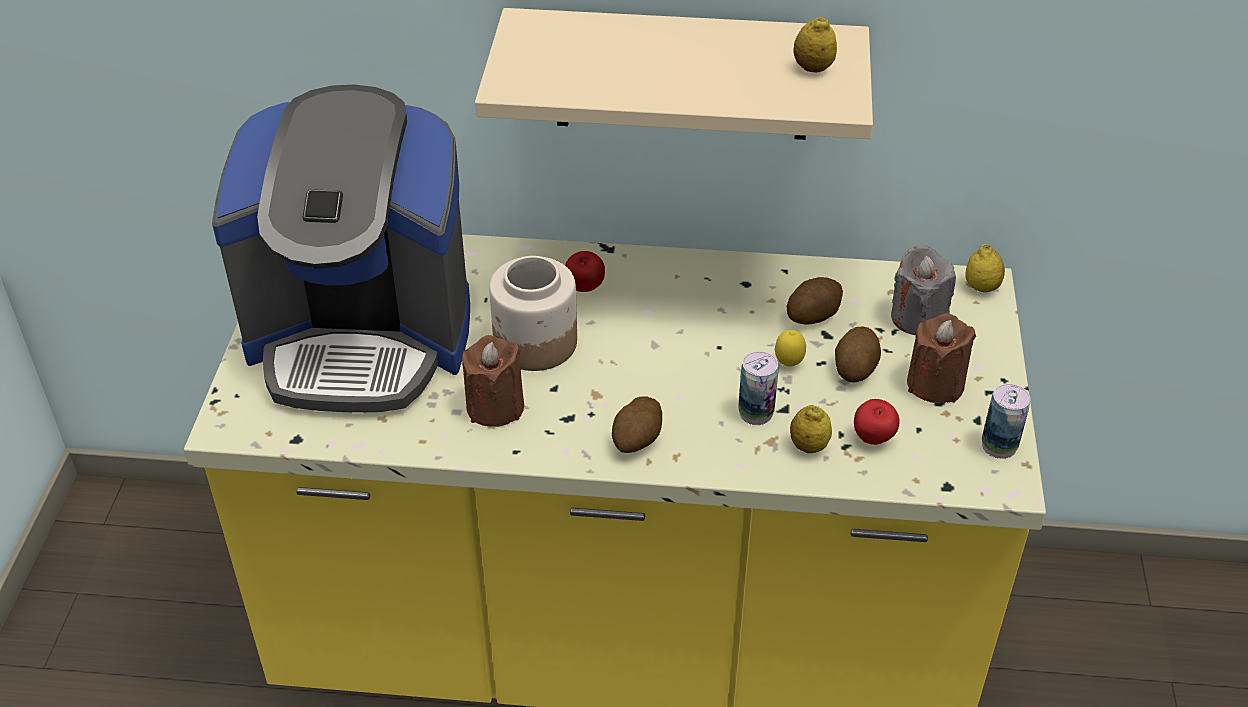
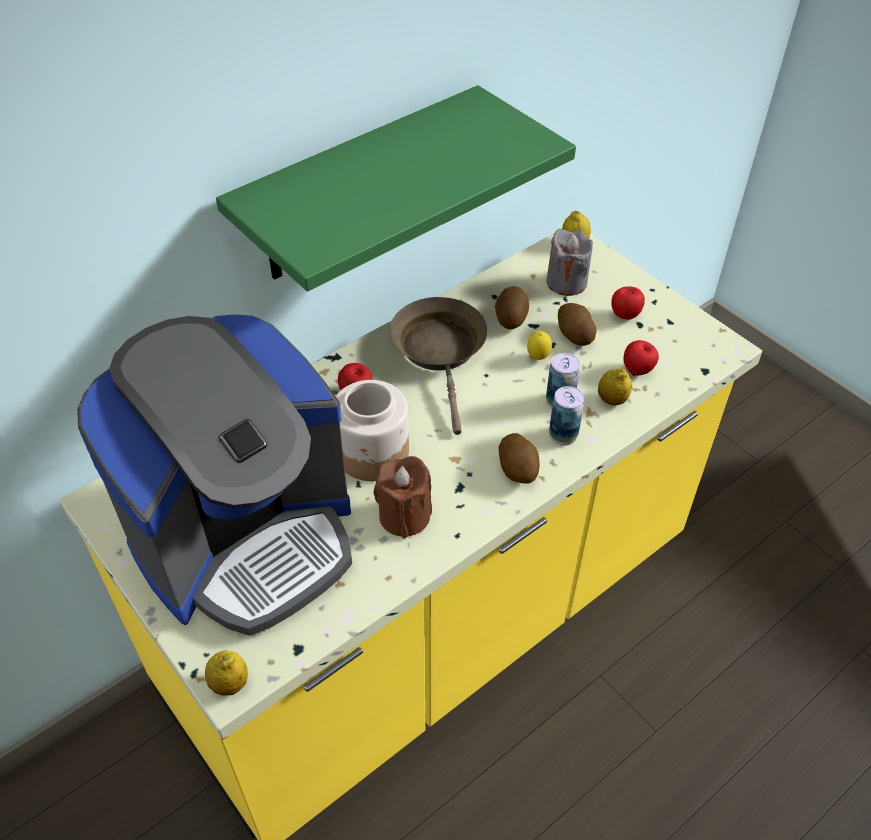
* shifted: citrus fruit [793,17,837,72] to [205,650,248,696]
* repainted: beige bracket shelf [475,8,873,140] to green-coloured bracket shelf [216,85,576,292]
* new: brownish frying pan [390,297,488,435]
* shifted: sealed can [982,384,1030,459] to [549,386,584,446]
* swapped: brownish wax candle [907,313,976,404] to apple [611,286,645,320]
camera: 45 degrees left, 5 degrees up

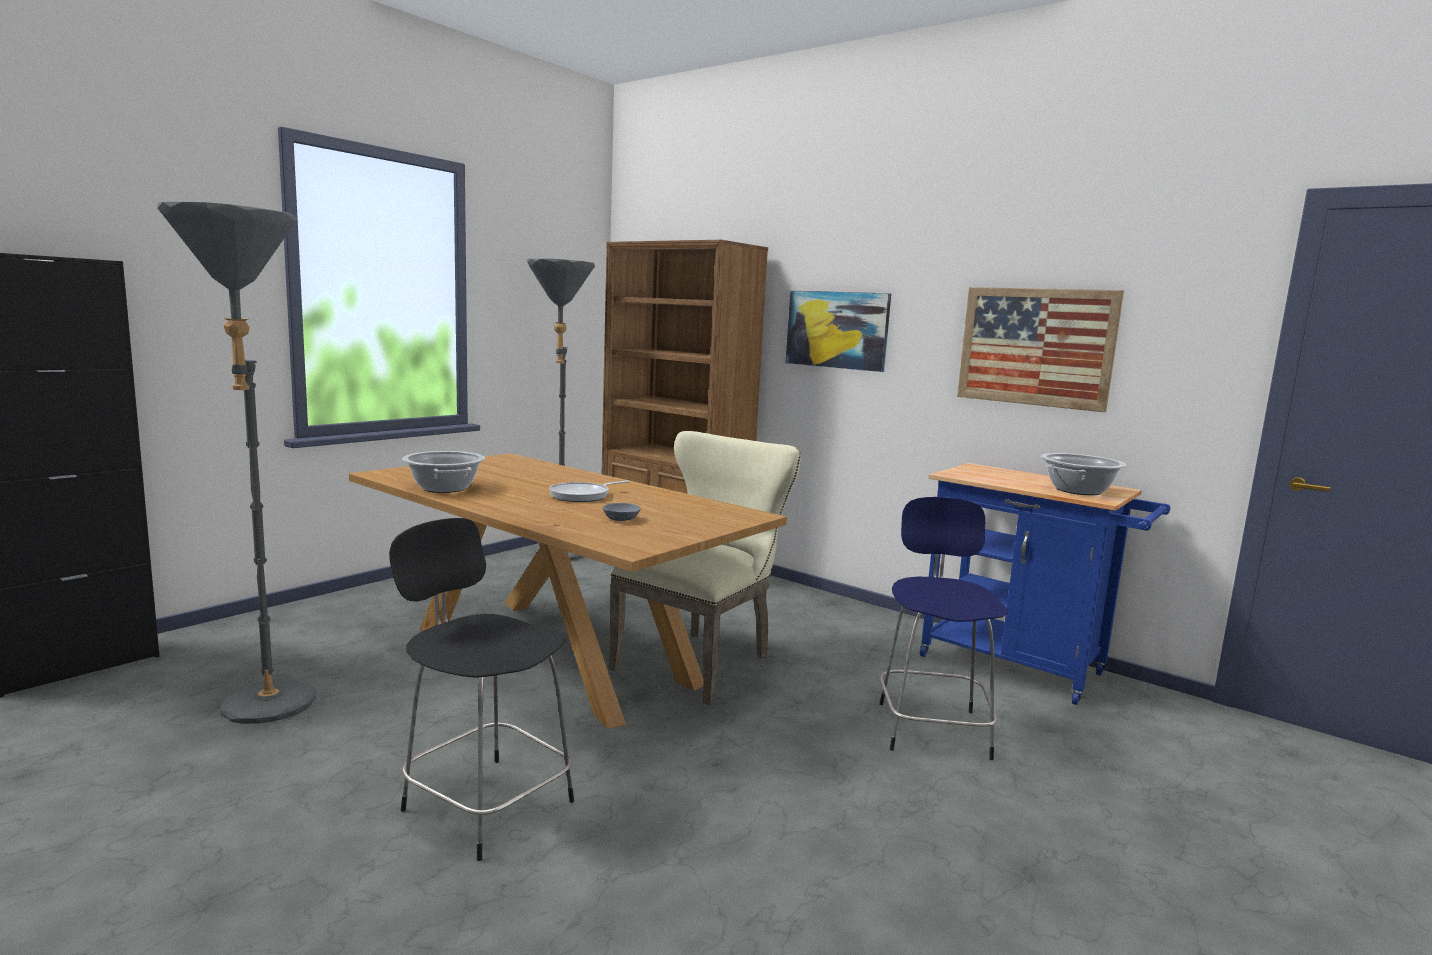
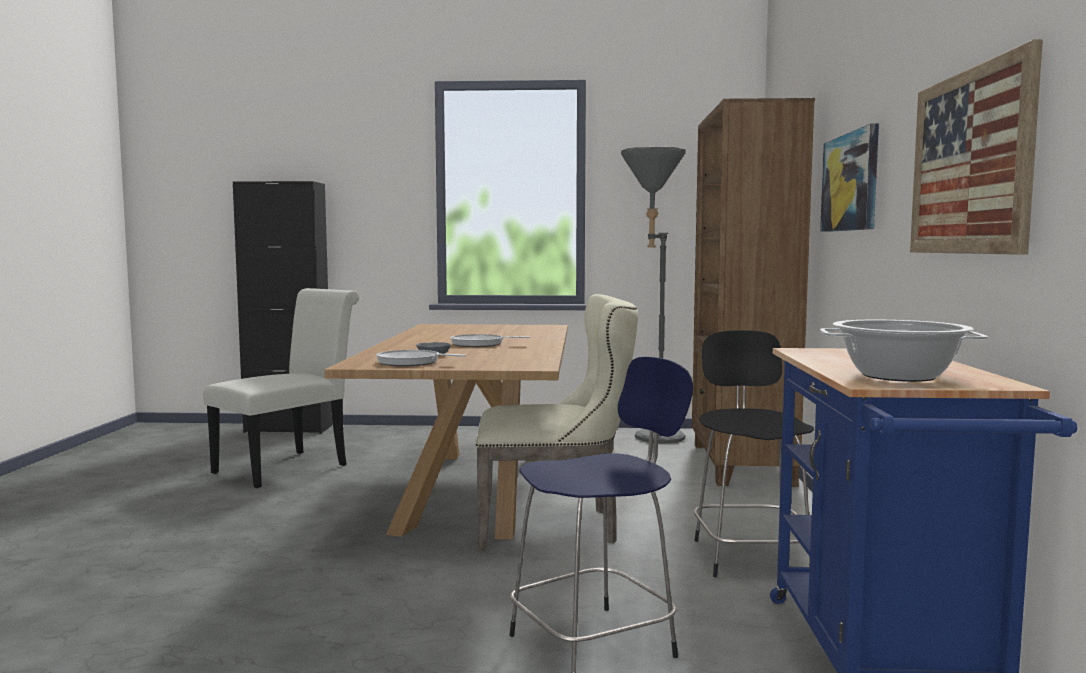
* swapped: grey standard lamp [157,201,316,724] to white-coloured chair [203,288,359,488]
* new: frying pan [376,350,466,366]
* shifted: black stool seat [389,518,574,861] to [694,330,814,577]
* gone: stockpot [402,451,485,493]
camera: 55 degrees right, 5 degrees down

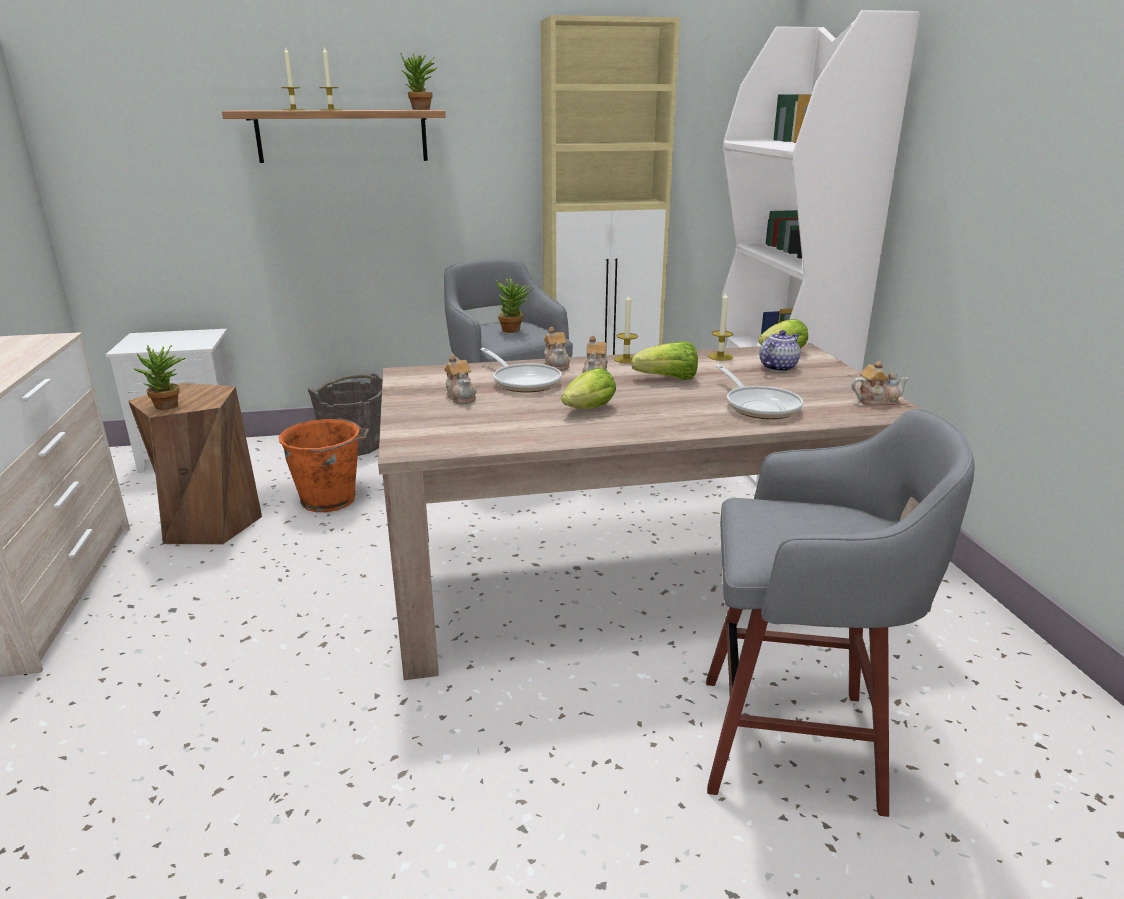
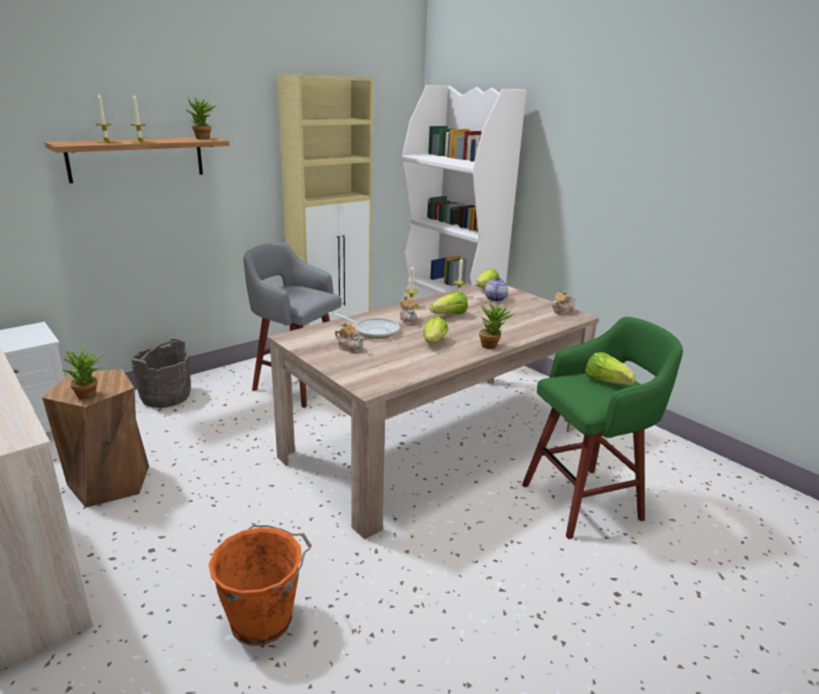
* shifted: orange-coloured bucket [279,418,369,512] to [209,525,312,646]
* shifted: potted plant [496,278,535,333] to [479,301,513,349]
* repainted: grey stool seat [706,408,975,817] to green-coloured stool seat [522,317,683,539]
* new: lettuce head [585,352,636,385]
* gone: pot for tea [544,327,570,371]
* gone: frying pan [715,365,803,419]
camera: 30 degrees left, 0 degrees up

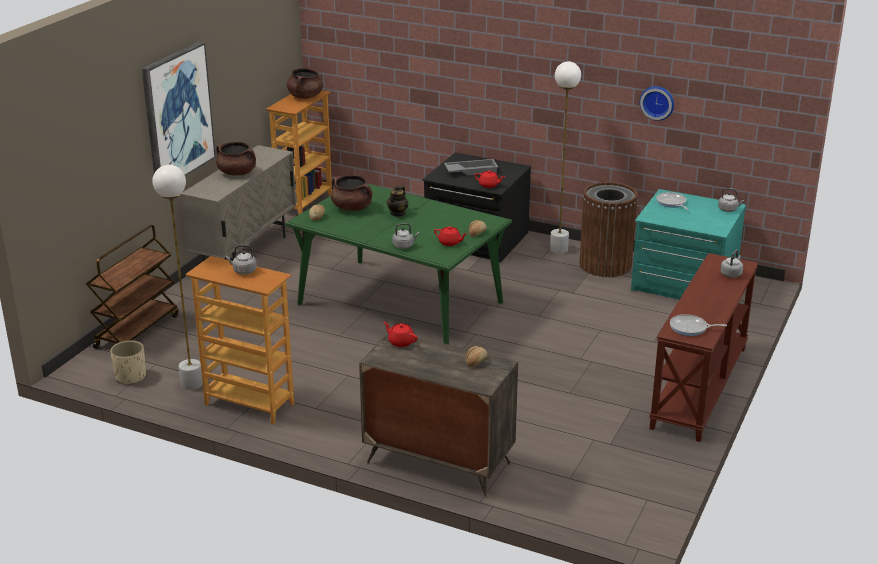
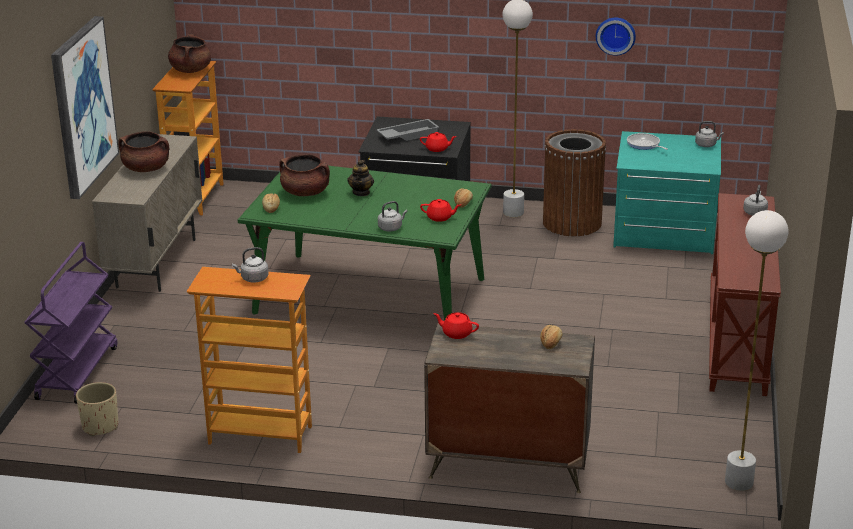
* repainted: brownish wheeled cart [86,225,179,349] to purple-coloured wheeled cart [25,242,117,404]
* shifted: white-coloured standard lamp [152,165,203,390] to [725,210,789,491]
* gone: frying pan [670,314,727,336]
camera: 15 degrees left, 0 degrees up

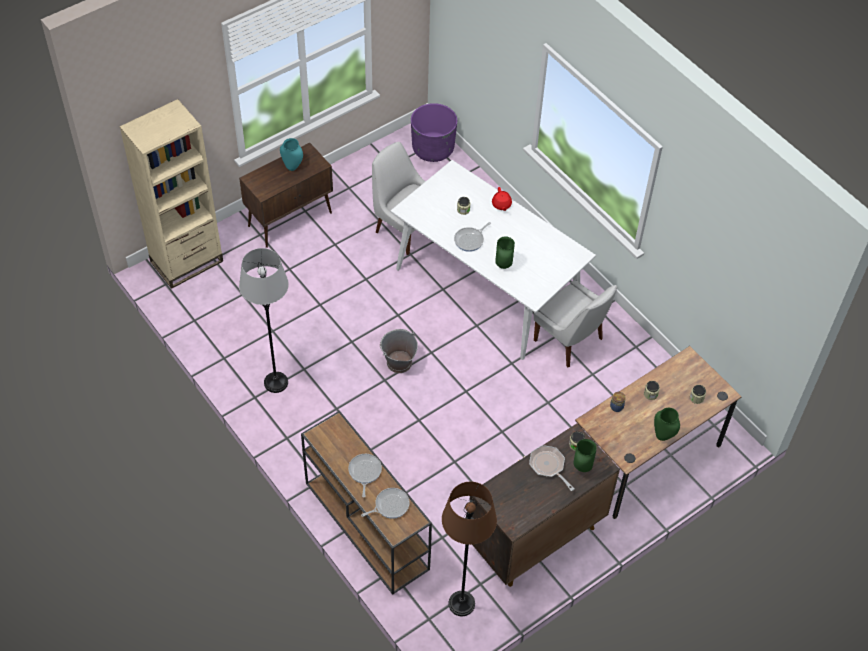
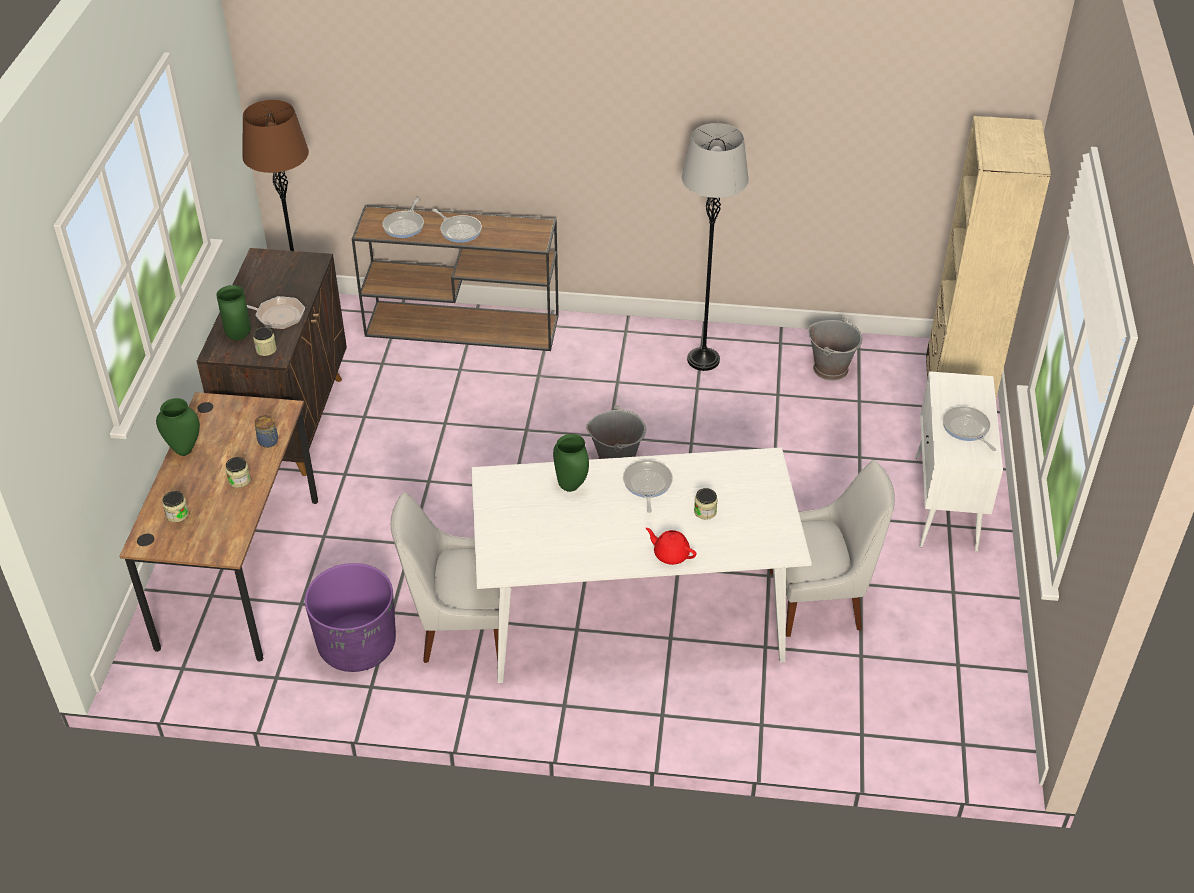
* shifted: purple-coloured plant pot [411,103,457,162] to [305,563,396,672]
* new: grey bucket [808,317,863,381]
* repainted: brownish storage cabinet [239,143,333,248] to white-coloured storage cabinet [915,371,1003,552]
* swapped: turquoise-coloured vase [280,138,303,171] to frying pan [943,406,996,451]
camera: 135 degrees right, 10 degrees down

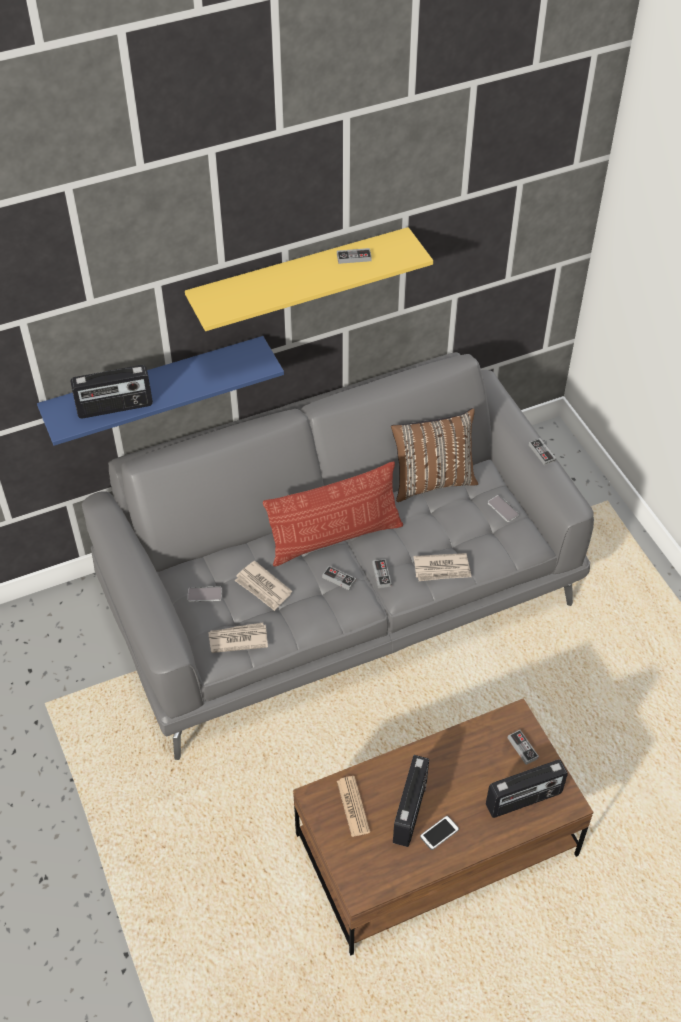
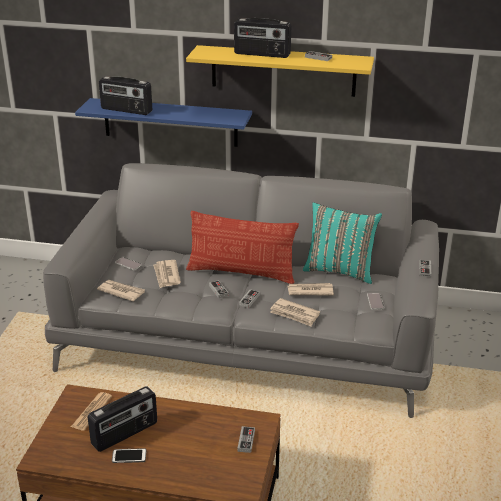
* shifted: radio [486,760,568,818] to [234,18,291,58]
* new: daily paper [287,283,334,295]
* repainted: brownish pillow [391,408,478,502] to turquoise-coloured pillow [303,202,382,284]
camera: 35 degrees right, 20 degrees down

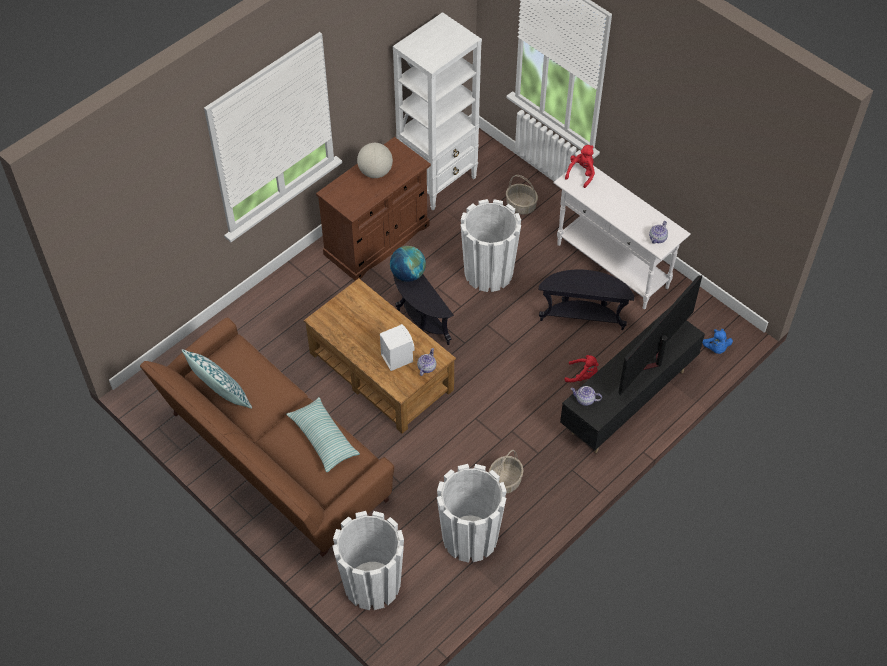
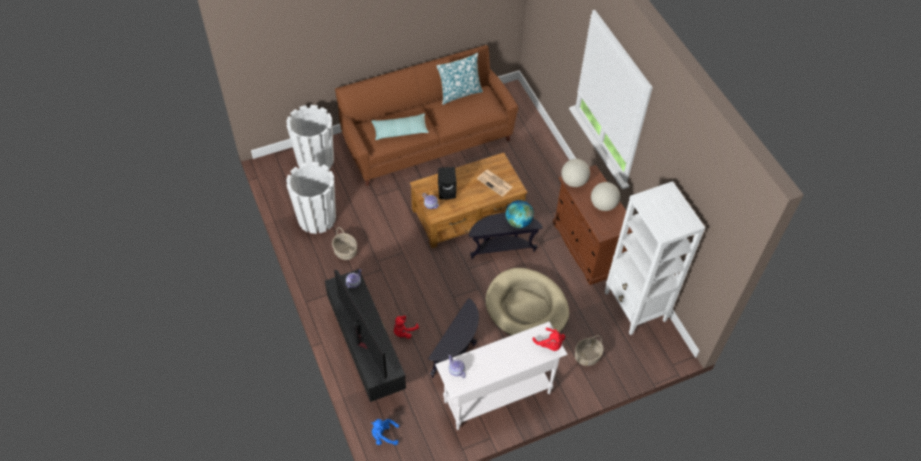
* repainted: white-coloured speaker [380,324,414,371] to black speaker [438,167,456,199]
* new: daily paper [477,170,513,197]
* swapped: white-coloured plant pot [460,199,521,292] to beige dog cushion [486,268,569,336]
* new: desk globe [561,159,590,187]
camera: 110 degrees right, 0 degrees up

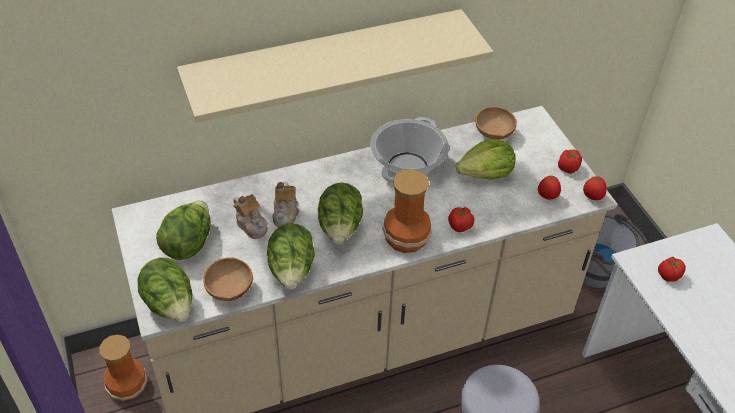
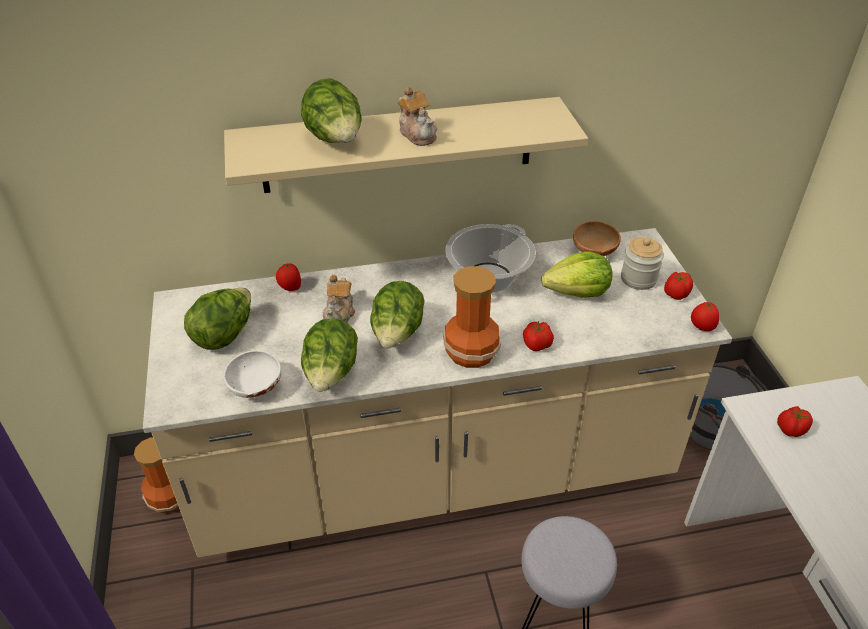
* repainted: brownish bowl [203,257,253,301] to white-coloured bowl [223,350,281,398]
* shifted: tomato [538,176,561,199] to [276,263,301,291]
* shifted: lettuce head [138,258,192,322] to [301,78,362,143]
* shifted: pot for tea [233,194,268,239] to [397,86,437,146]
* new: preserve jar [621,237,664,290]
camera: 10 degrees right, 5 degrees down

